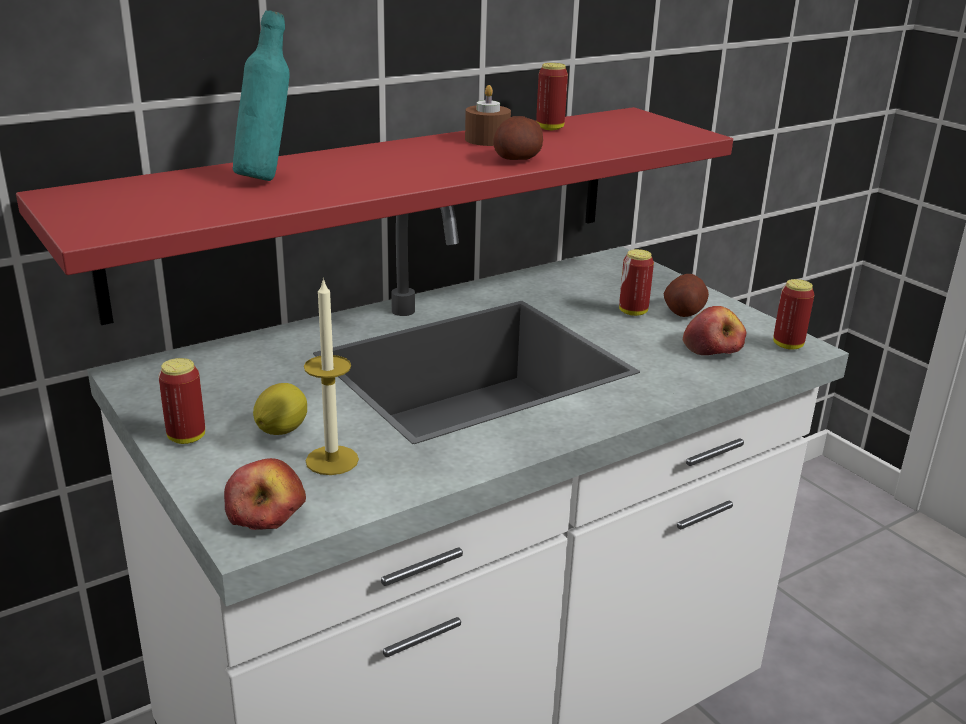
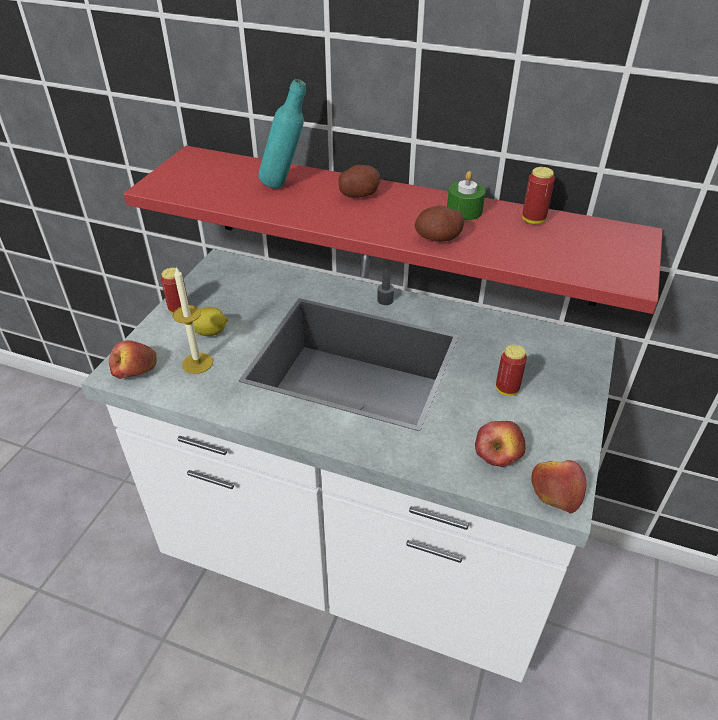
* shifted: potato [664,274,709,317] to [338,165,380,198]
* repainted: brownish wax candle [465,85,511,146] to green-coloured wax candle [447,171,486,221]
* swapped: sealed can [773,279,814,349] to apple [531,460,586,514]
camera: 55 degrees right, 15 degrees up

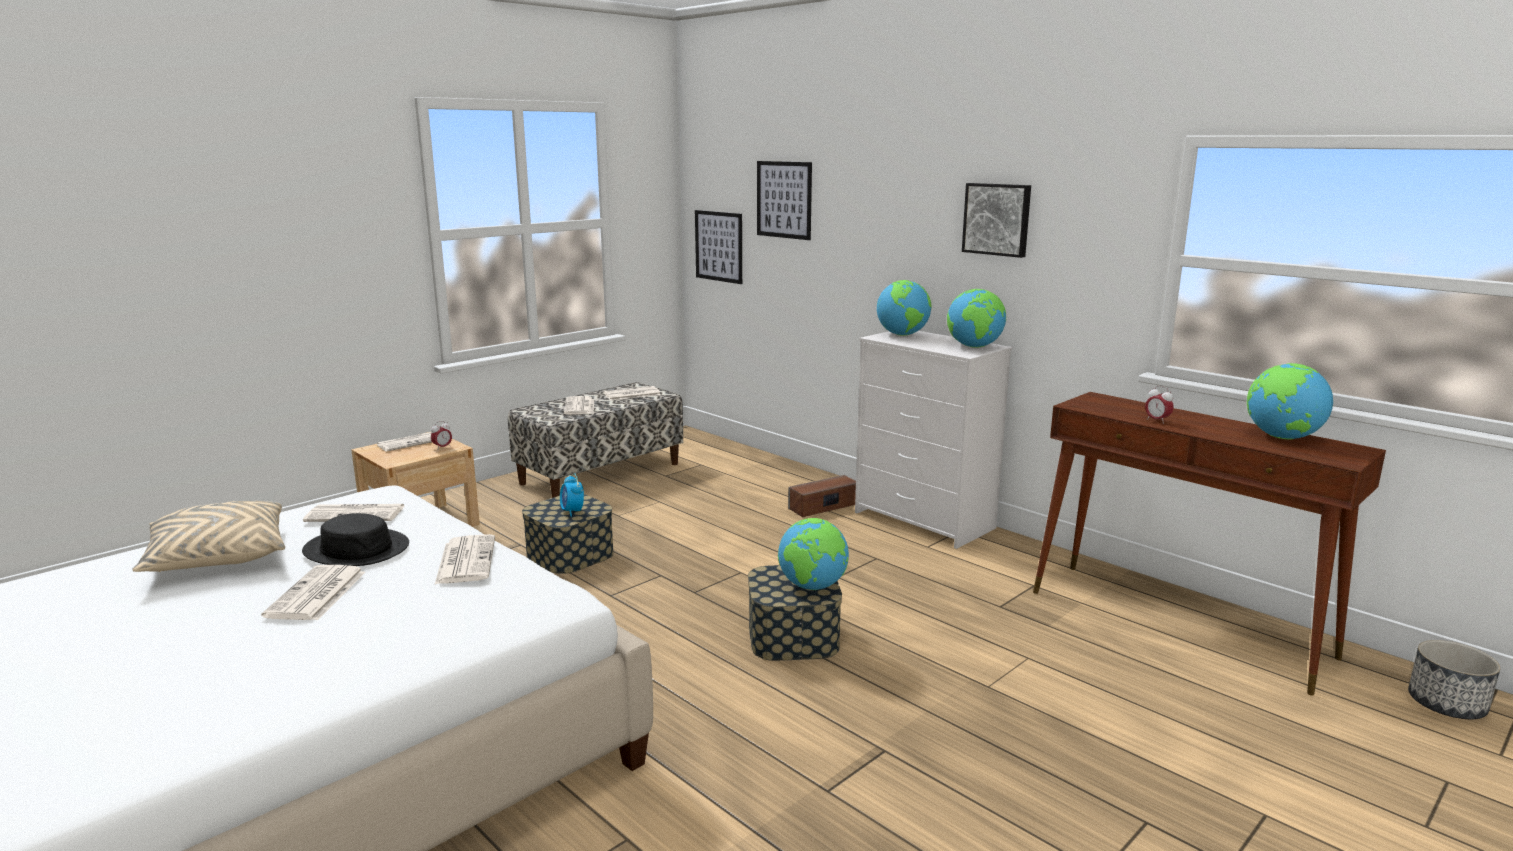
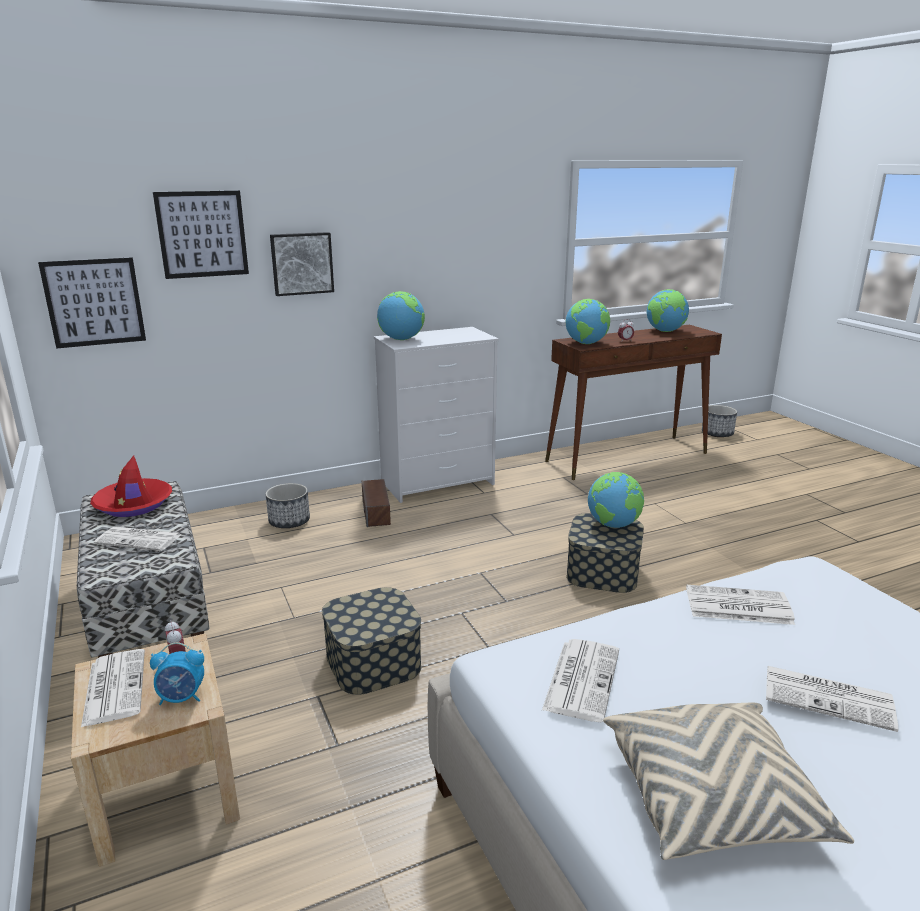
* swapped: daily paper [604,386,661,400] to red wearable hat [90,455,172,517]
* shifted: bedside clock [560,474,584,517] to [150,642,204,705]
* new: plant pot [266,483,310,528]
* shifted: wall art [962,183,1031,258] to [270,232,334,296]
* shifted: desk globe [947,289,1006,348] to [566,299,610,344]
* gone: black wearable hat [302,513,409,566]
camera: 70 degrees left, 5 degrees up

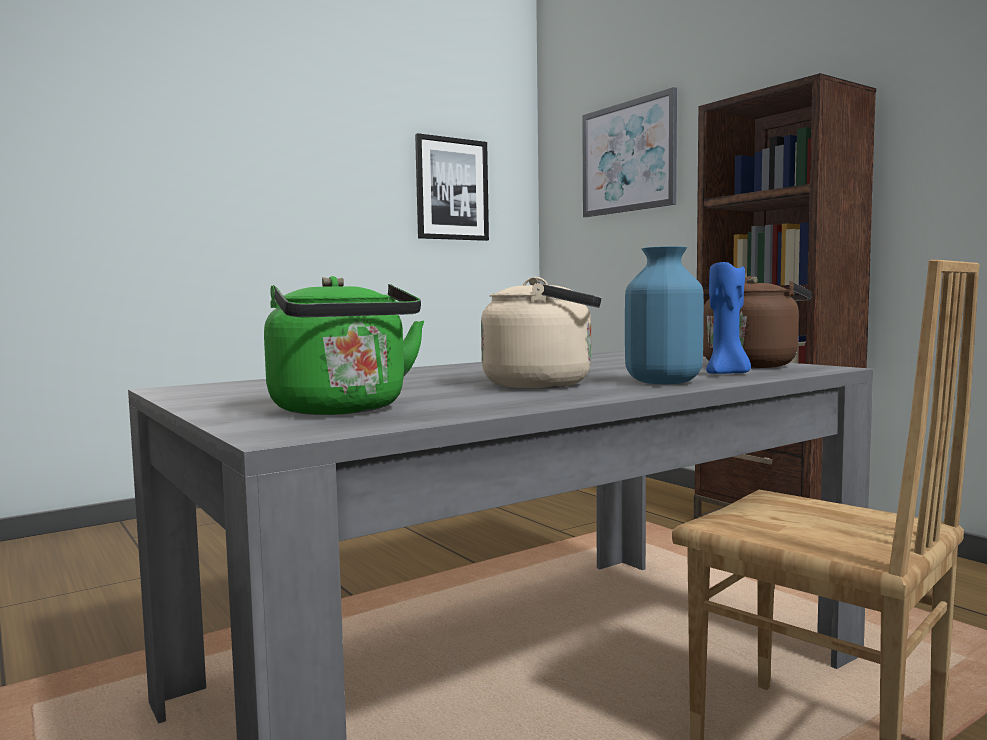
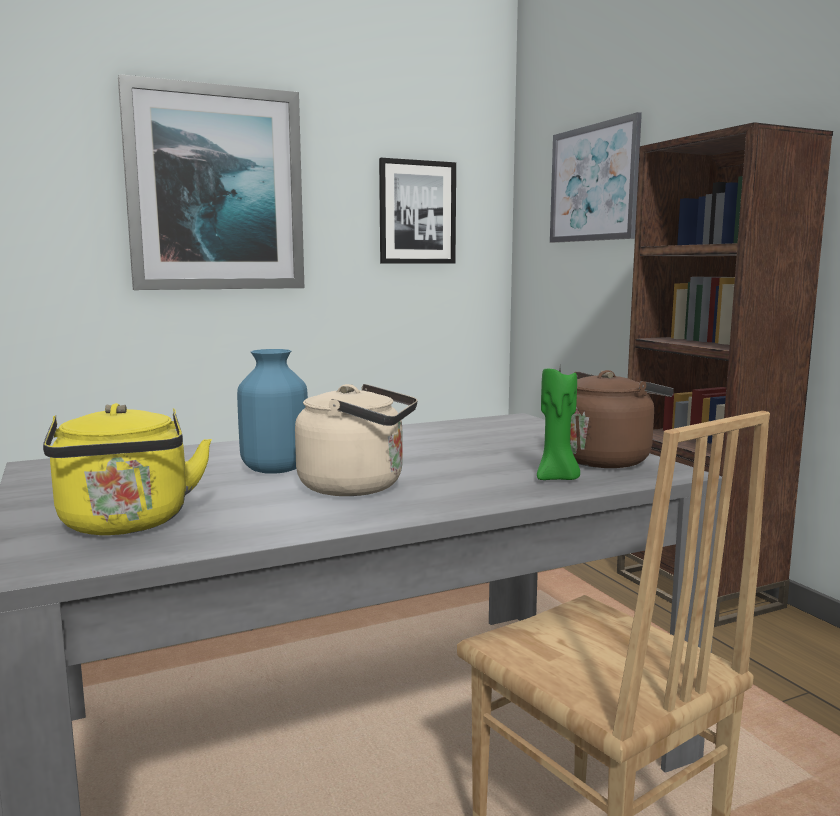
* repainted: green-coloured kettle [264,276,424,415] to yellowish kettle [43,403,212,535]
* new: wall art [118,74,304,290]
* shifted: bluish vase [625,246,704,384] to [237,349,308,474]
* repainted: bluish wax candle [706,260,751,374] to green-coloured wax candle [537,369,580,480]
camera: 10 degrees right, 5 degrees up

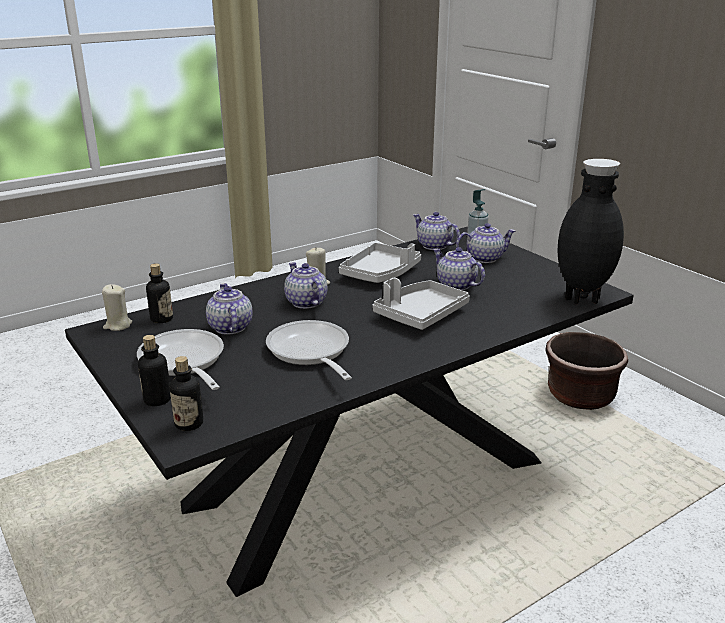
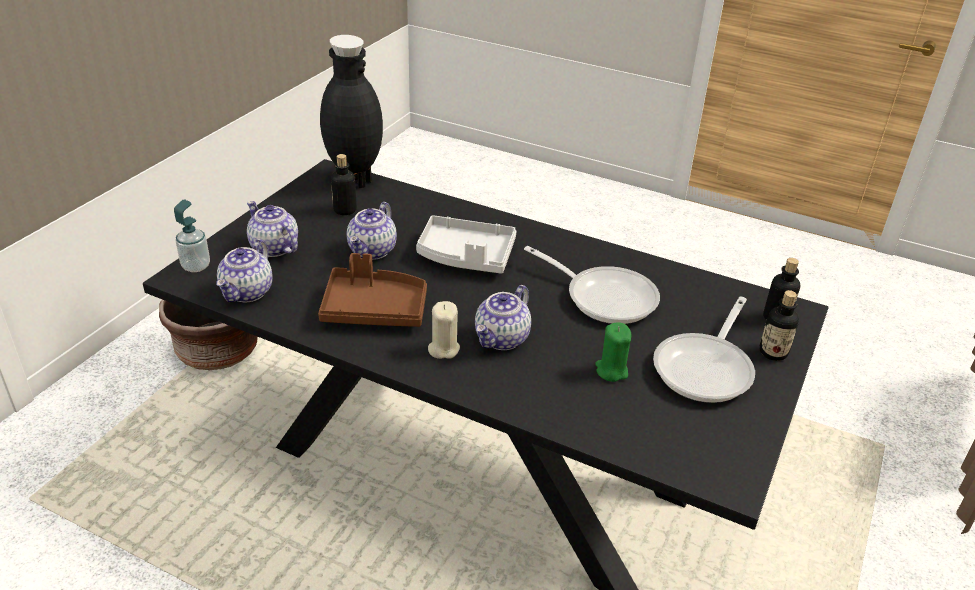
* repainted: grey serving tray [339,243,421,283] to brownish serving tray [318,253,427,327]
* shifted: drink bottle [146,263,173,323] to [331,154,357,215]
* rotated: frying pan [266,320,352,380] = [524,246,660,324] 90 degrees counterclockwise
* swapped: pot for tea [206,283,253,335] to green-coloured wax candle [595,322,632,382]
* gone: beige wax candle [102,284,132,331]
camera: 120 degrees left, 10 degrees up

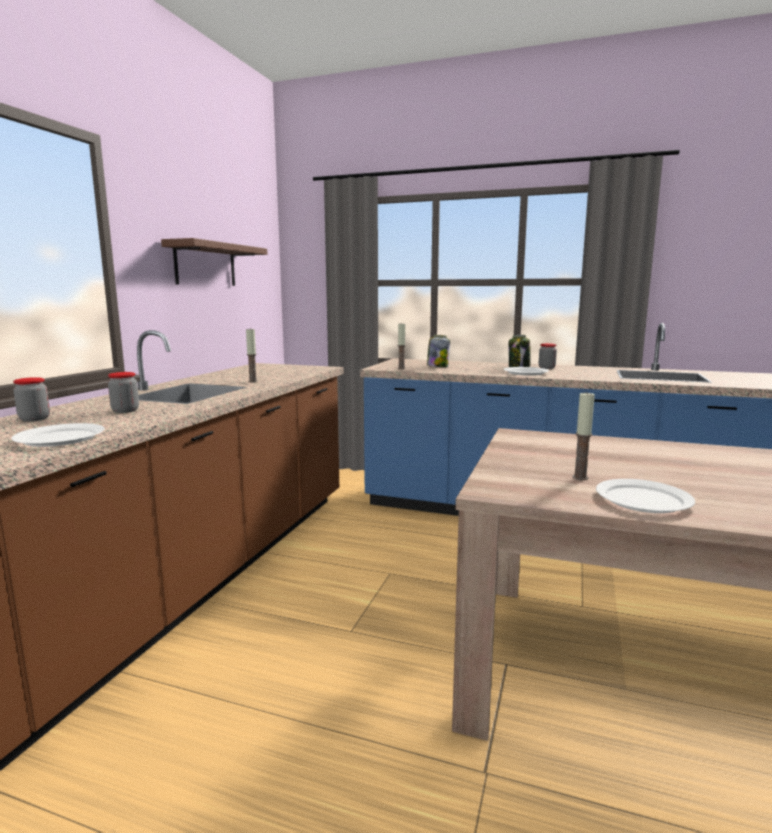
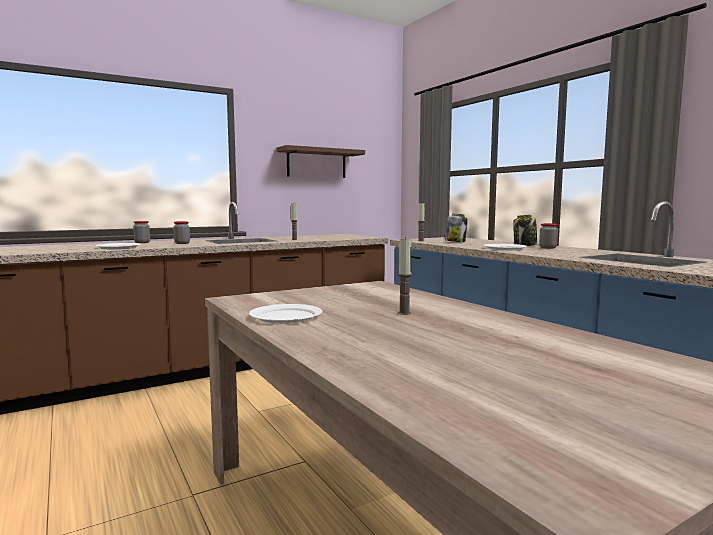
* shifted: wax candle [573,391,595,480] to [398,236,412,315]
camera: 40 degrees right, 5 degrees down

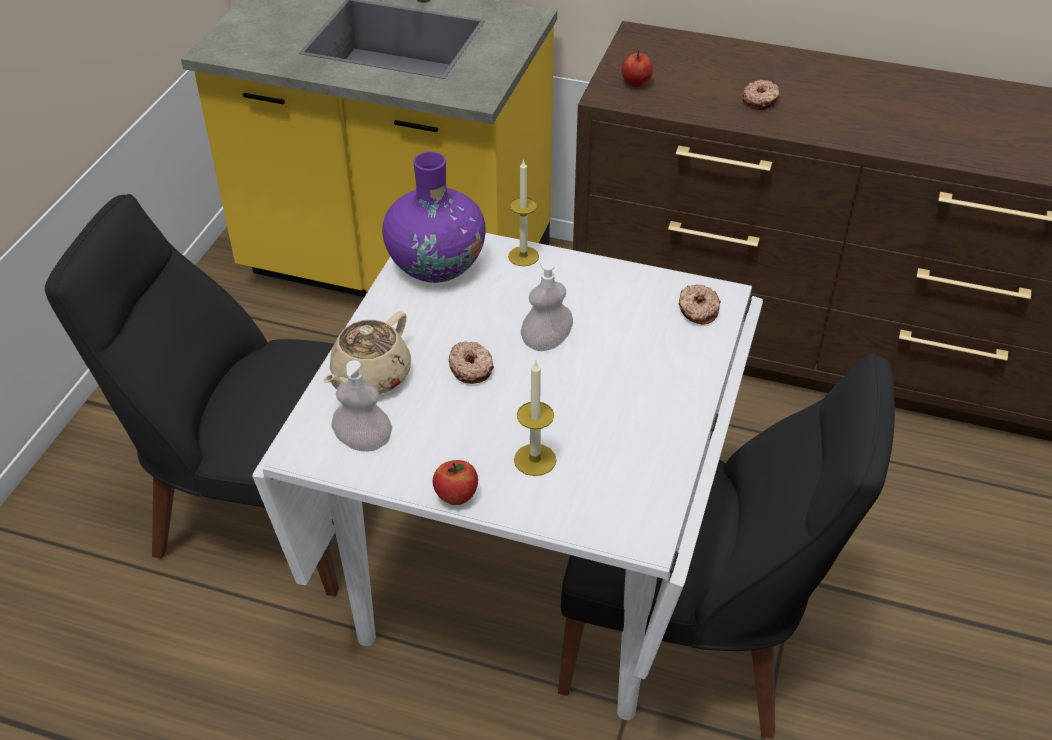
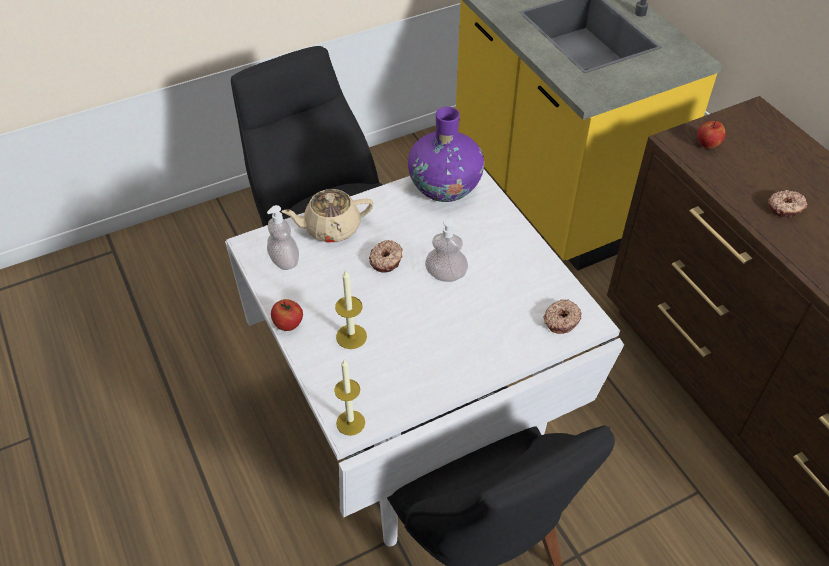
* shifted: wax candle [508,159,539,266] to [334,360,365,436]
camera: 45 degrees right, 5 degrees up

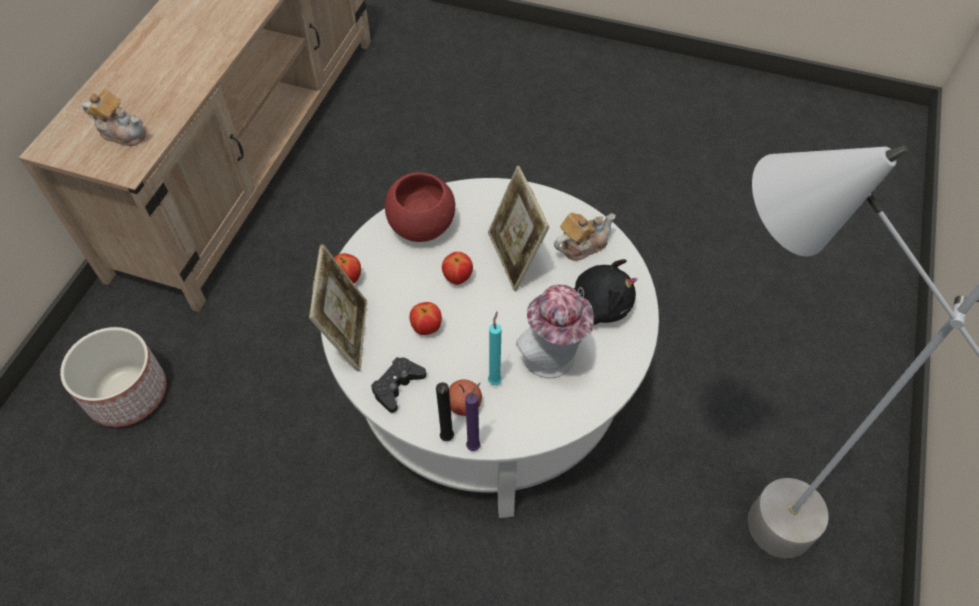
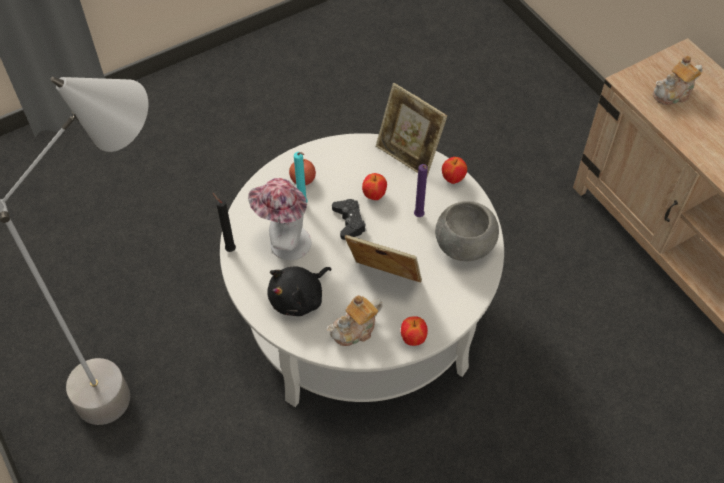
* shifted: black wax candle [436,382,454,441] to [213,193,236,252]
* rotated: pot for tea [554,213,615,261] = [327,295,383,346] 45 degrees clockwise
* shifted: black game controller [371,357,426,413] to [332,199,366,240]
* shifted: apple [442,252,473,285] to [401,316,428,346]
* shifted: purple-coloured wax candle [465,383,481,451] to [414,164,428,217]
* repainted: red bowl [385,172,455,242] to grey bowl [435,201,499,261]
* gone: plant pot [60,327,166,427]
camera: 130 degrees right, 0 degrees up

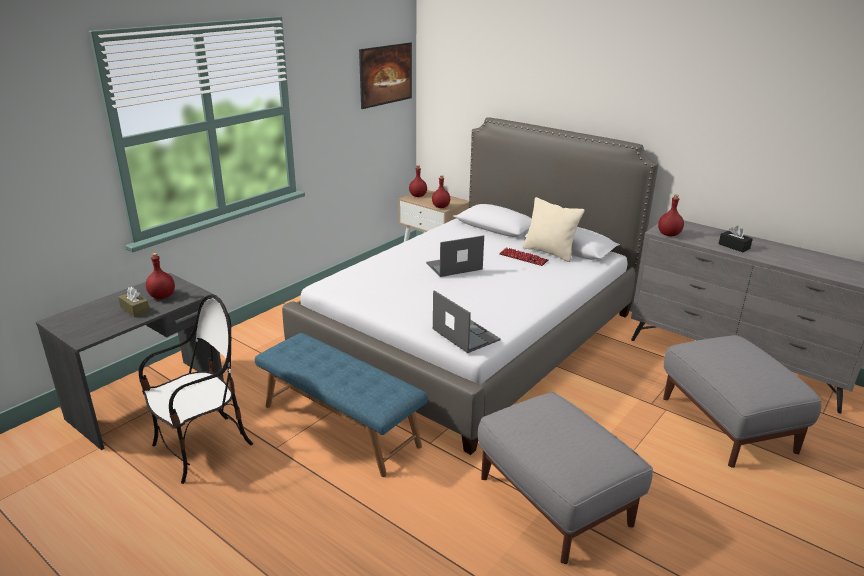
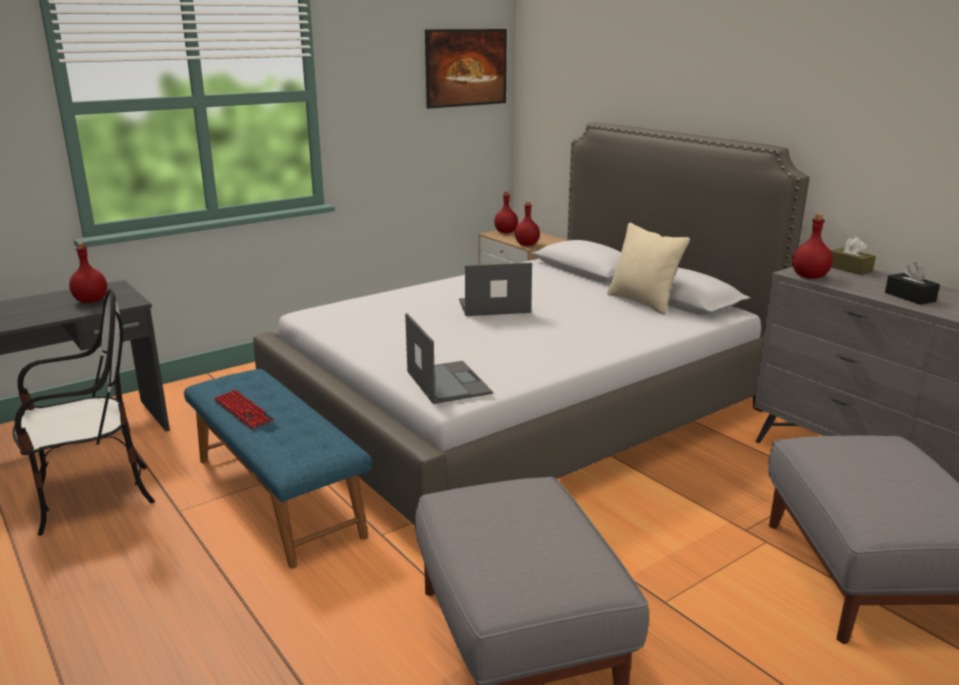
* shifted: PC keyboard [499,247,548,266] to [214,389,274,430]
* shifted: brownish tissue holder [118,287,150,317] to [830,237,876,275]
camera: 15 degrees right, 5 degrees down

